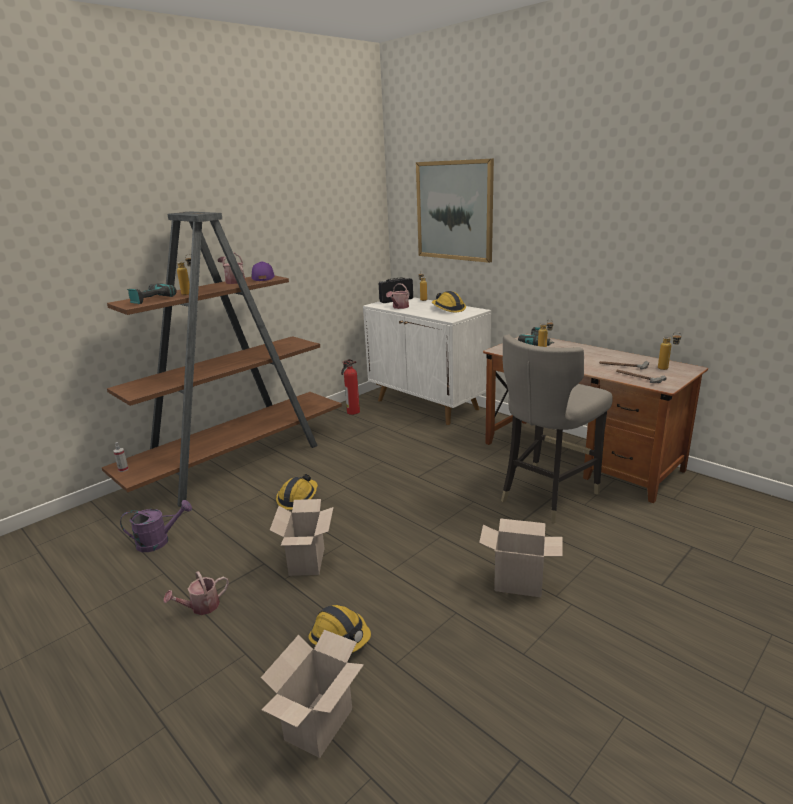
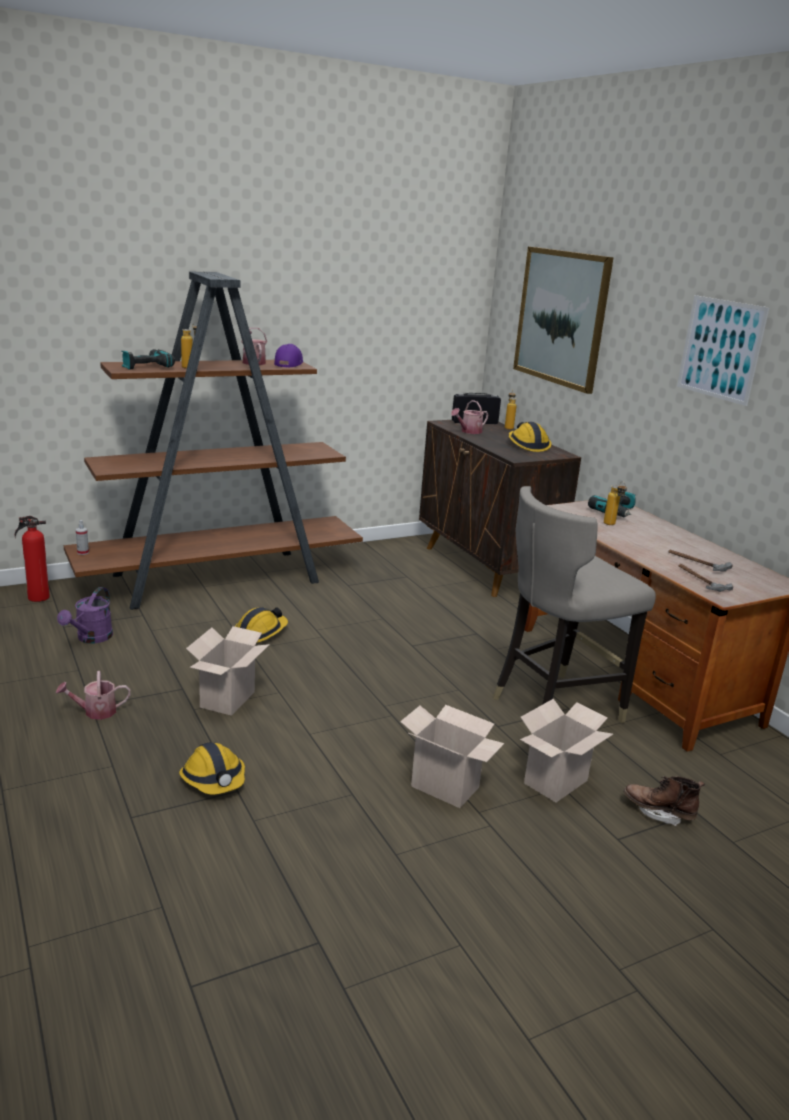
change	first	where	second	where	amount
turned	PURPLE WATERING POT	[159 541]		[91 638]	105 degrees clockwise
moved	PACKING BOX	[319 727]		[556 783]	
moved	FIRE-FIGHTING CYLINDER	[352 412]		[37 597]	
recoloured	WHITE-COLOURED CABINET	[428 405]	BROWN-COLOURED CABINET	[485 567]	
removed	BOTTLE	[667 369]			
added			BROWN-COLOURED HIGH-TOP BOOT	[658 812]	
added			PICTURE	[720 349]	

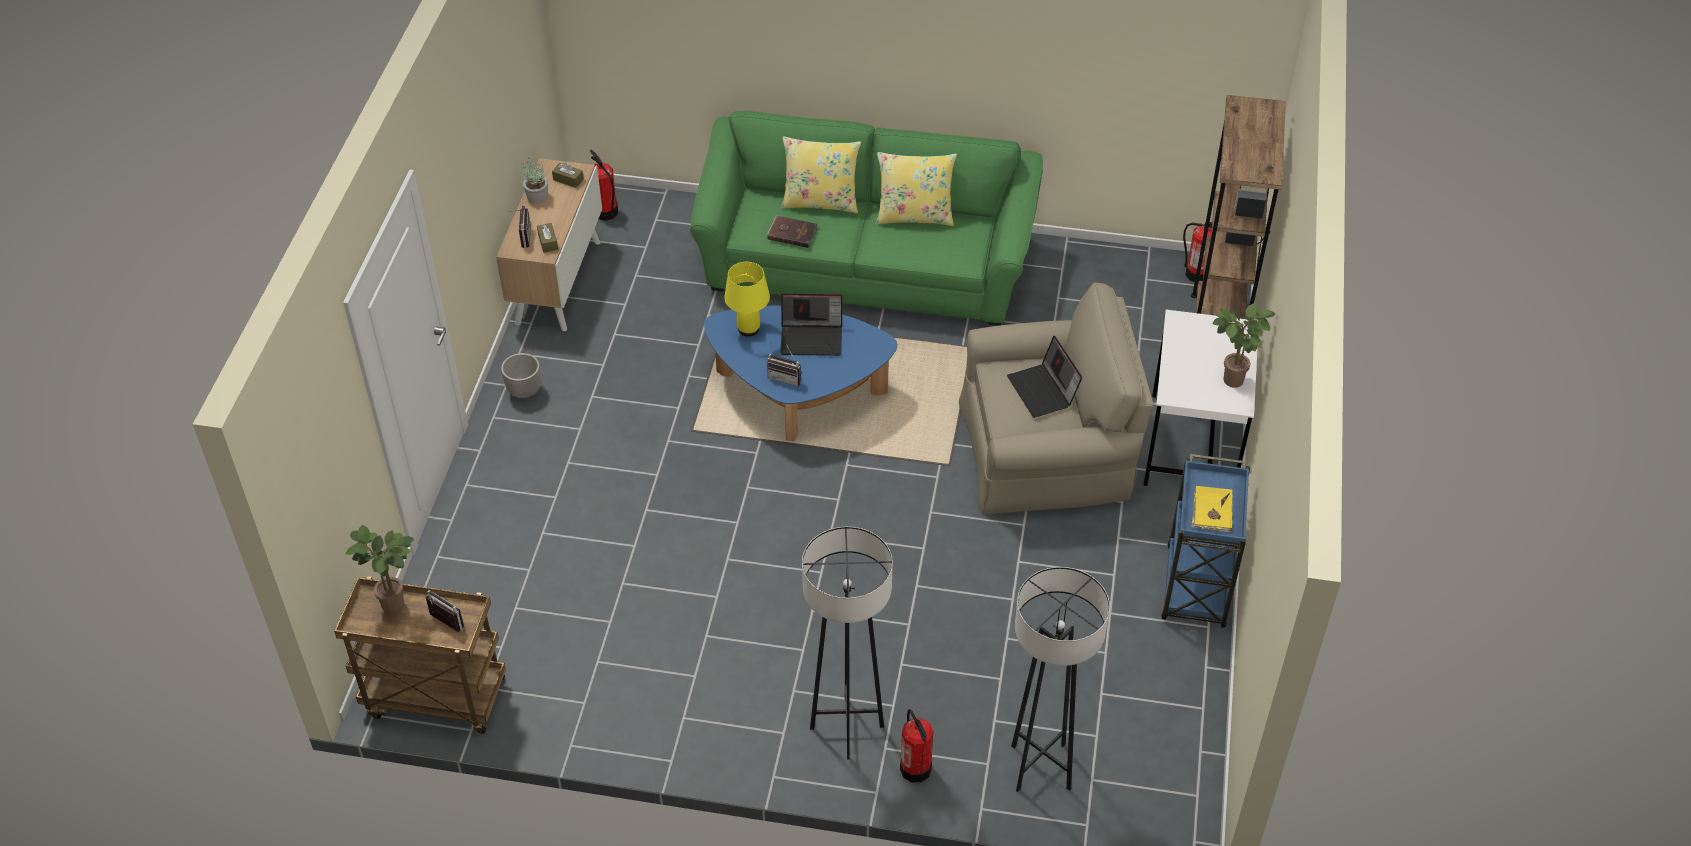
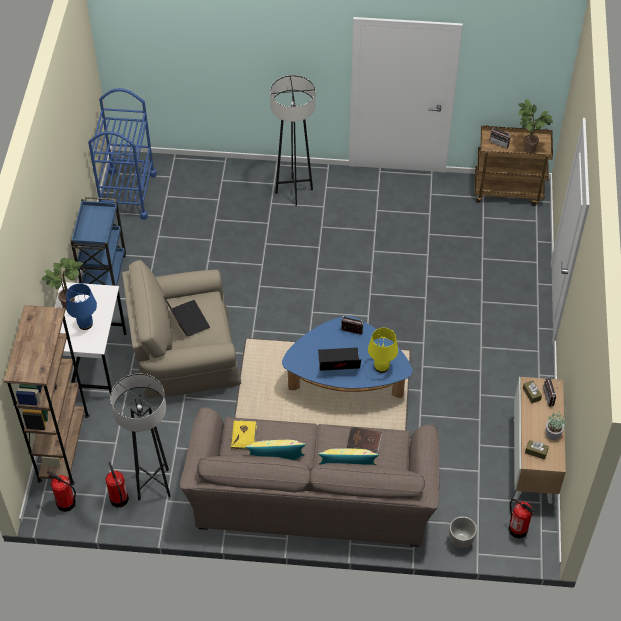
change	first	where	second	where	amount
moved	FLOWER POT	[525 391]		[460 540]	
recoloured	GREENISH SOFA	[865 264]	BROWN-COLOURED SOFA	[312 493]	
moved	FIRE-FIGHTING CYLINDER	[915 768]		[119 499]	
moved	BLACK-COLOURED FLOOR LAMP	[1040 767]		[153 485]	
moved	YELLOW BOUND BOOK	[1211 511]		[244 436]	
added			BLUE LAMP FOR A TABLE	[85 324]	
added			BLUE TROLLEY	[128 194]	

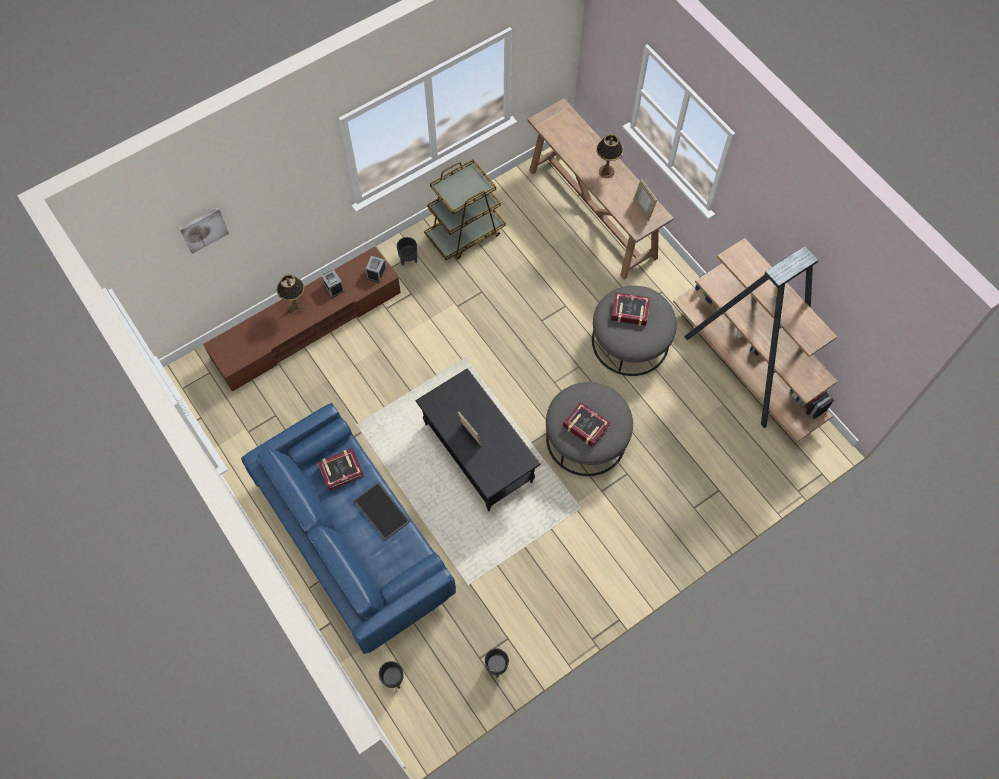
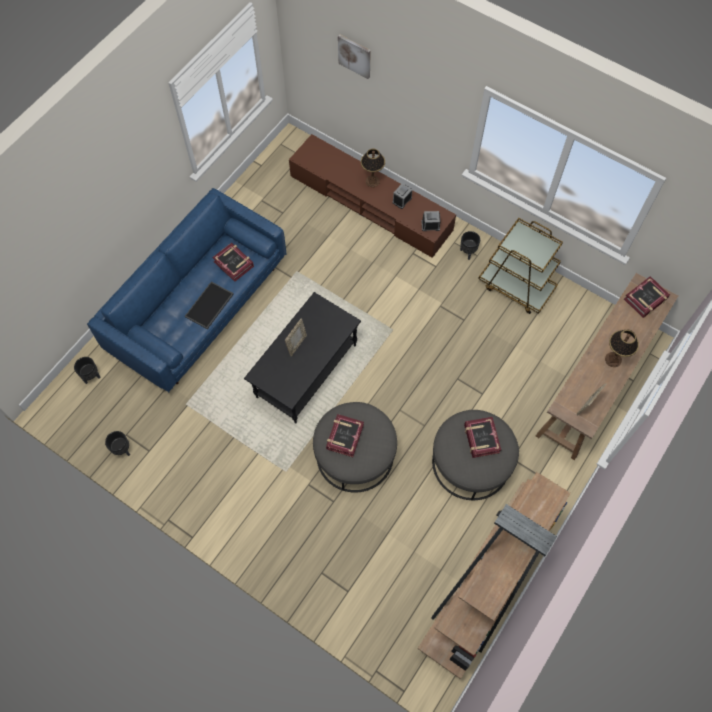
change	first	where	second	where	amount
added			BOUND BOOK	[645 299]	

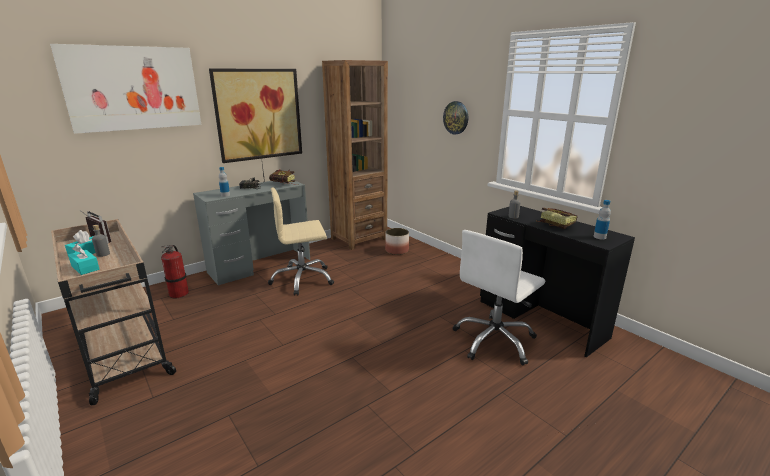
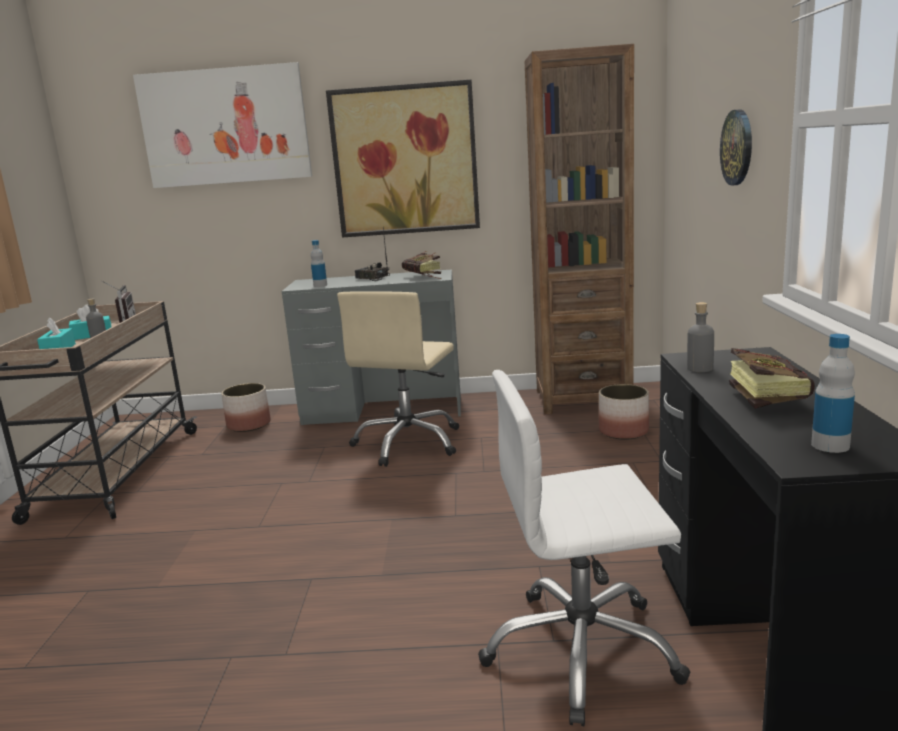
change	first	where	second	where	amount
replaced	FIRE-FIGHTING CYLINDER	[179 294]	FLOWER POT	[249 425]	
turned	BEIGE-COLOURED DESK CHAIR	[302 279]		[408 443]	90 degrees counterclockwise

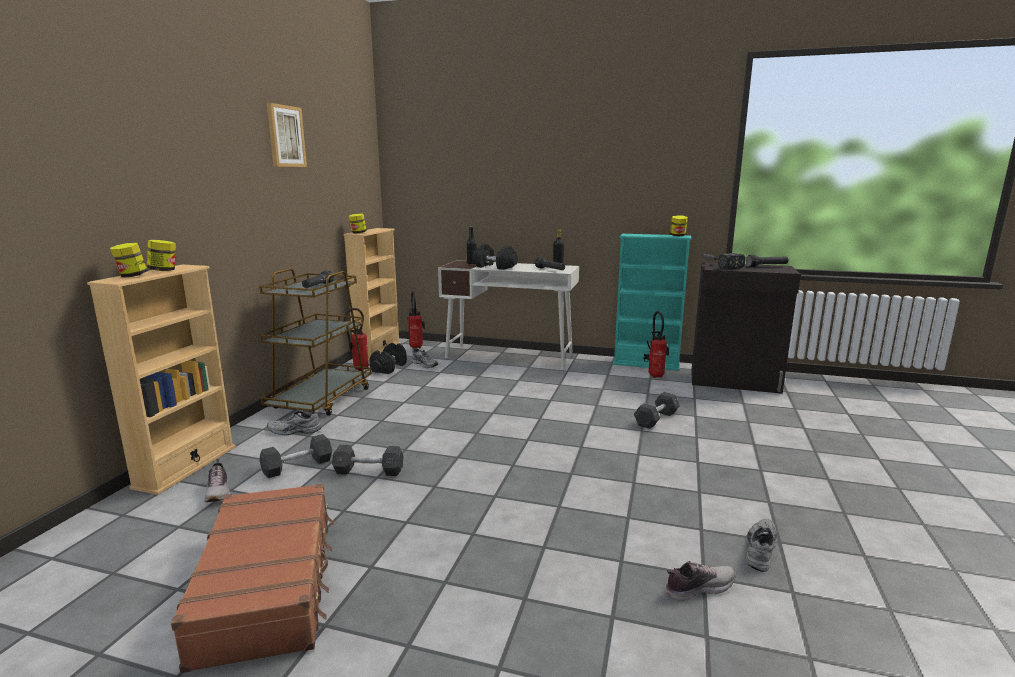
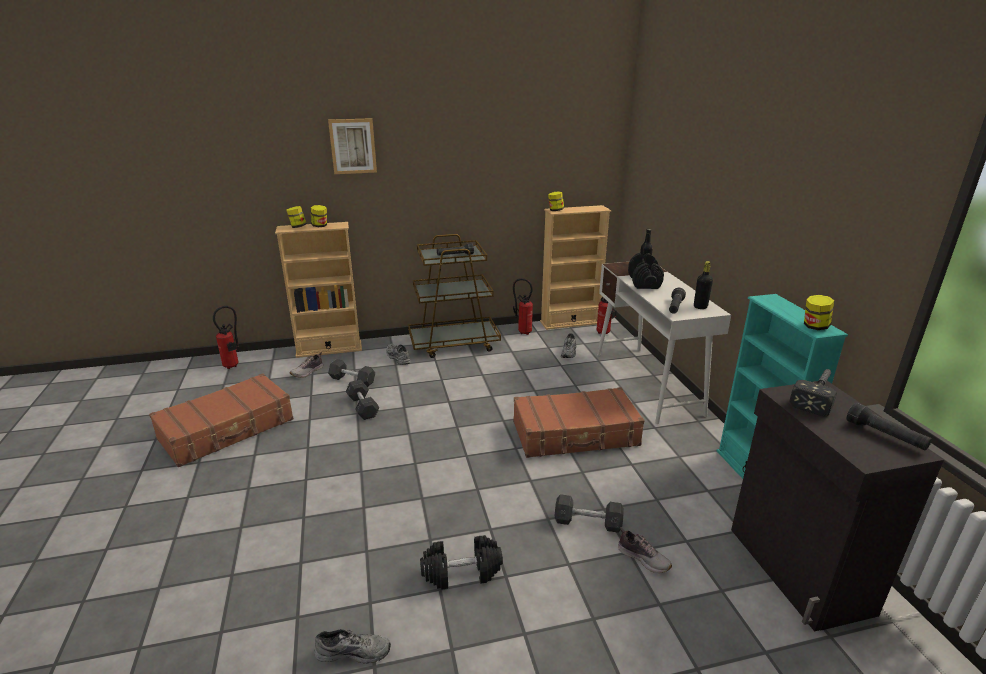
change	first	where	second	where	amount
moved	PICTURE	[285 136]		[353 146]	
moved	BLACK-COLOURED FREE WEIGHT	[389 368]		[461 573]	
moved	FIRE-FIGHTING CYLINDER	[655 375]		[234 365]	
moved	ITEM OF FOOTWEAR	[698 588]		[643 558]	
added			BROWN-COLOURED SUITCASE	[575 434]	

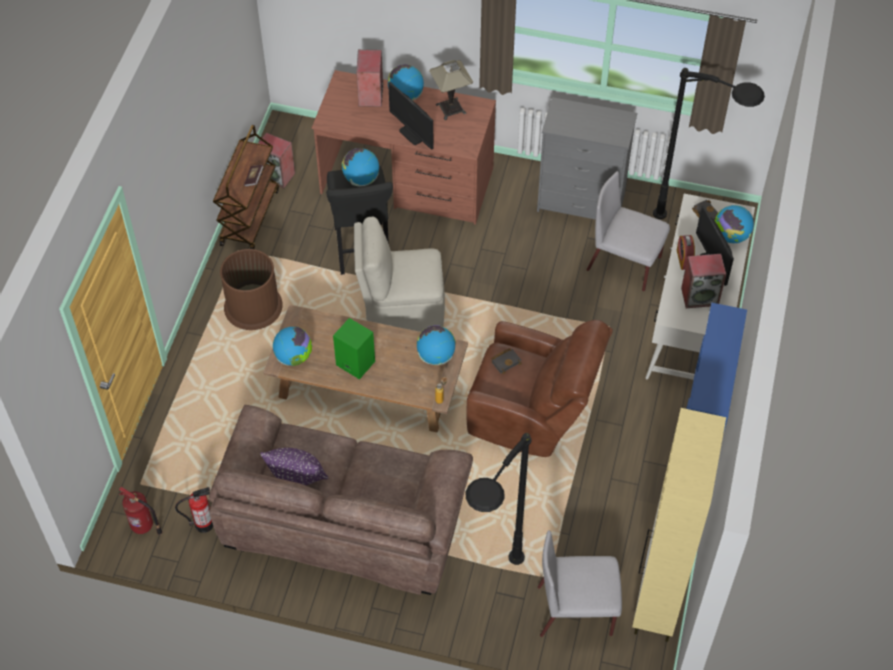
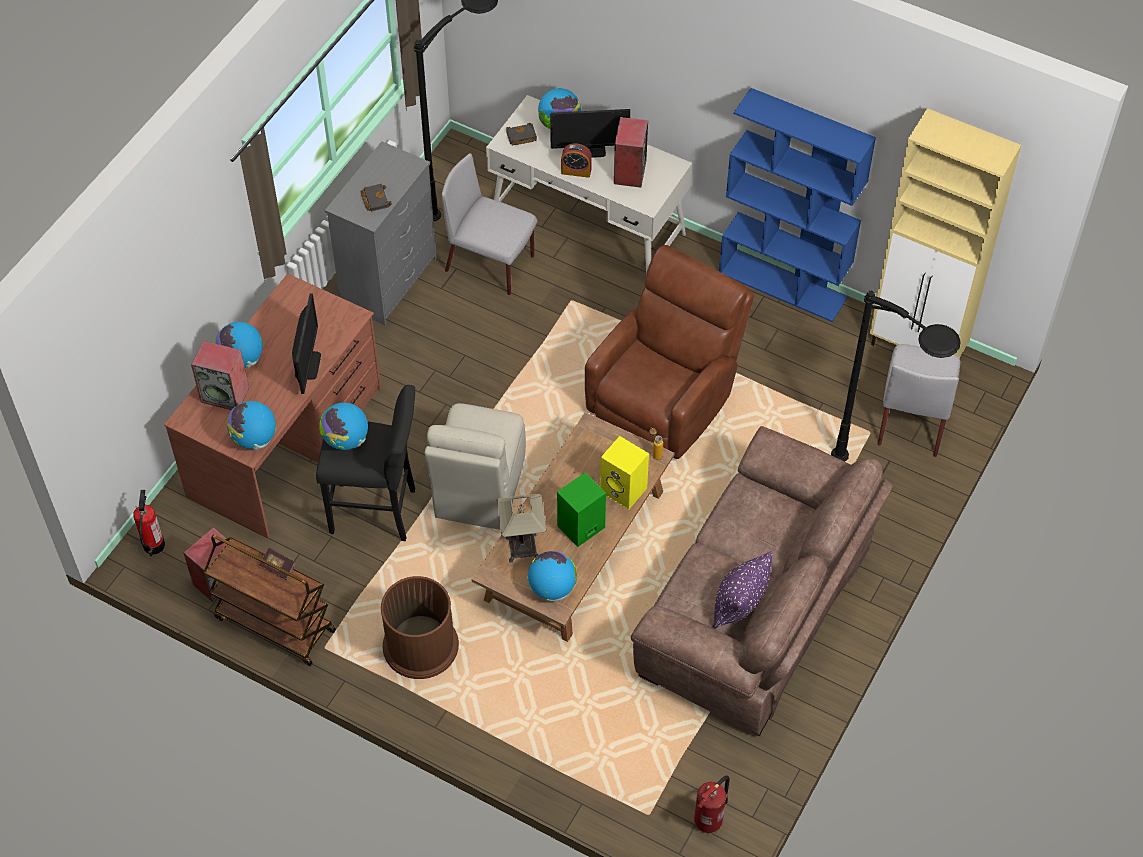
change	first	where	second	where	amount
moved	FIRE-FIGHTING CYLINDER	[204 524]		[153 545]	
turned	COMPUTER DISPLAY	[413 134]		[307 365]	60 degrees counterclockwise
moved	GLOBE	[436 356]		[254 438]	
moved	LAMP FOR A TABLE	[450 108]		[522 547]	
moved	BLACK-COLOURED BOUND BOOK	[506 361]		[374 199]	
turned	GREY CHAIR	[625 264]		[491 264]	75 degrees clockwise
added			YELLOW AUDIO SPEAKER	[625 490]	

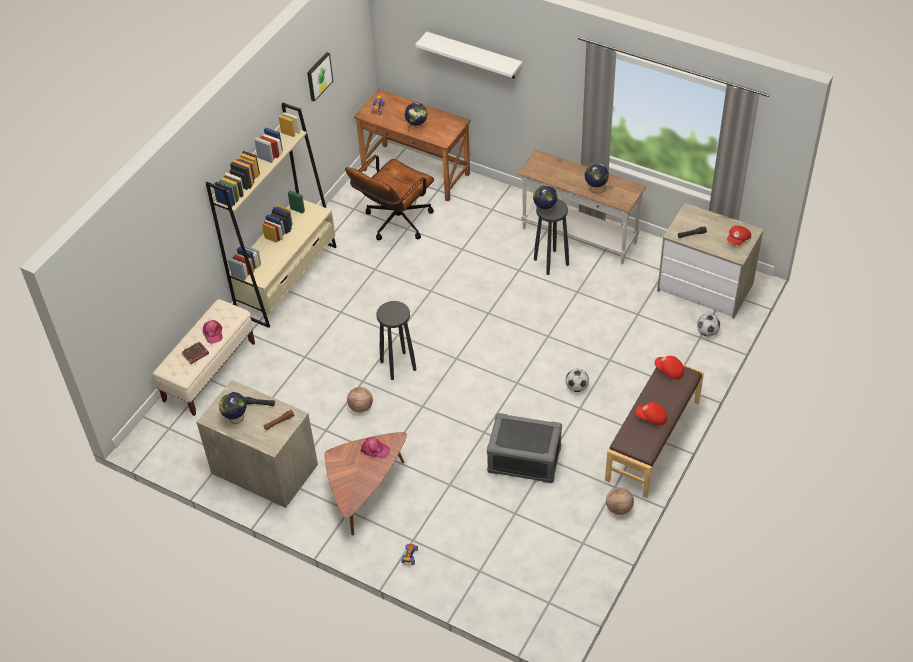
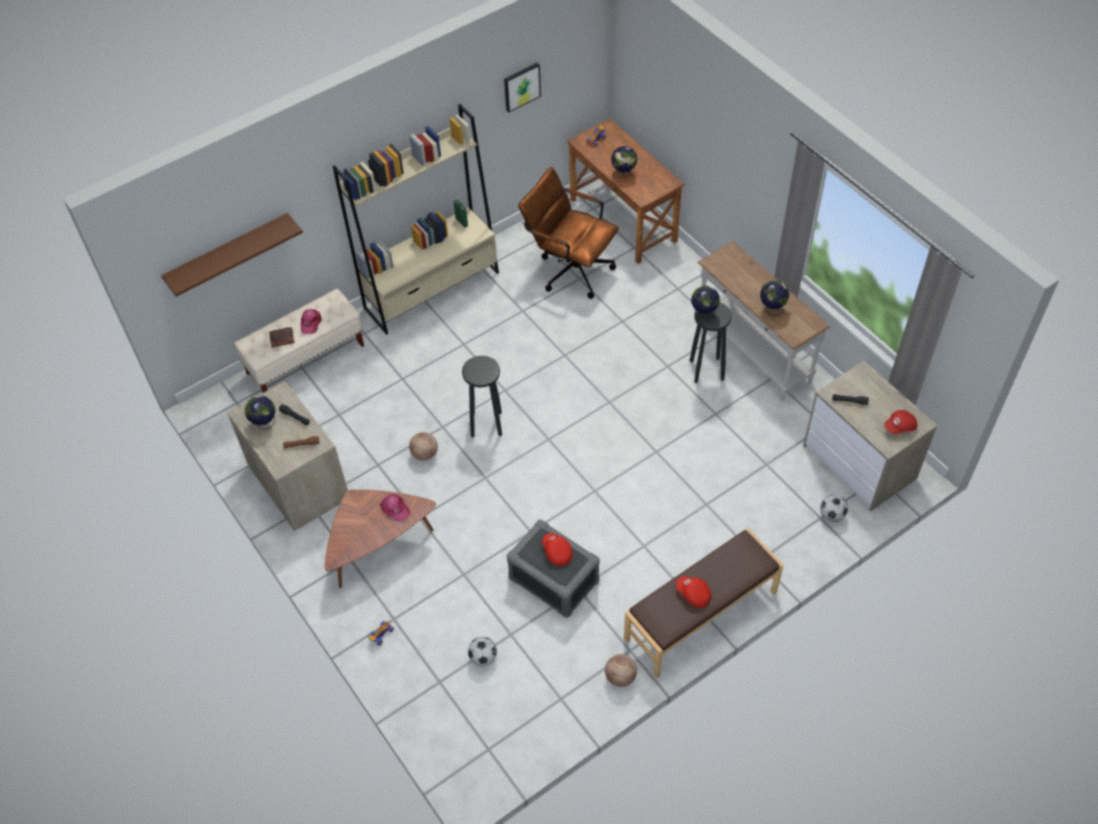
change	first	where	second	where	amount
turned	BROWN-COLOURED DESK CHAIR	[394 223]		[570 268]	60 degrees clockwise
removed	WHITE-COLOURED SHELF	[474 55]			
moved	FOOTBALL	[576 387]		[483 657]	
moved	REDDISH BASEBALL CAP	[669 371]		[556 552]	
added			BROWN-COLOURED SHELF	[228 253]	

